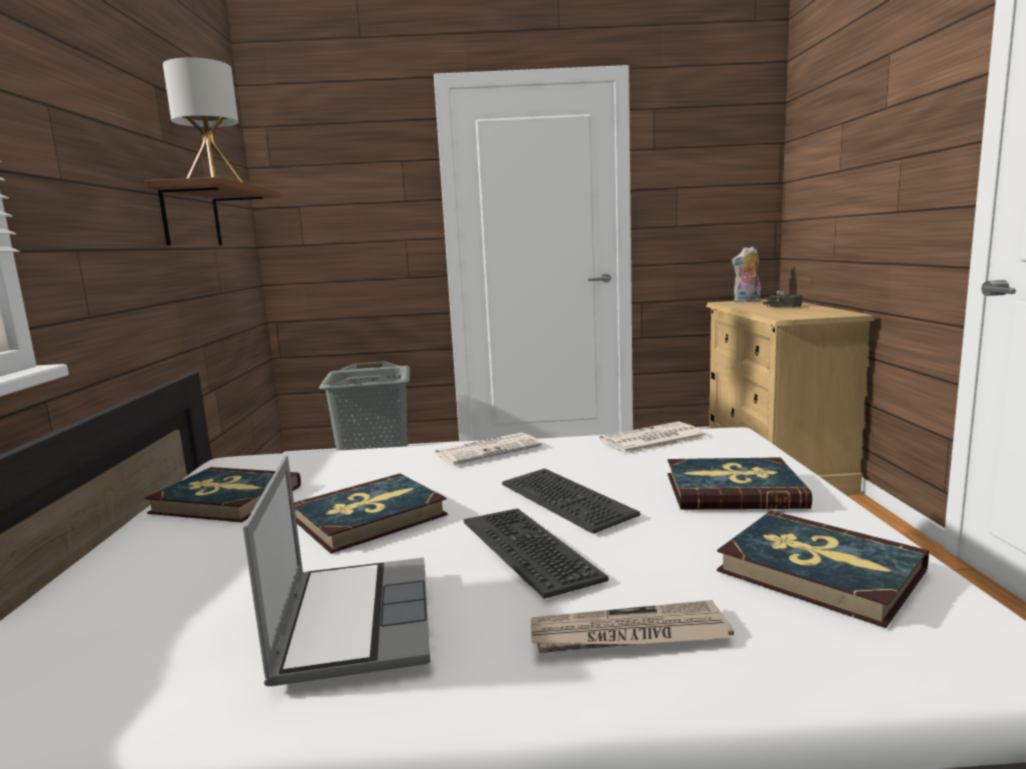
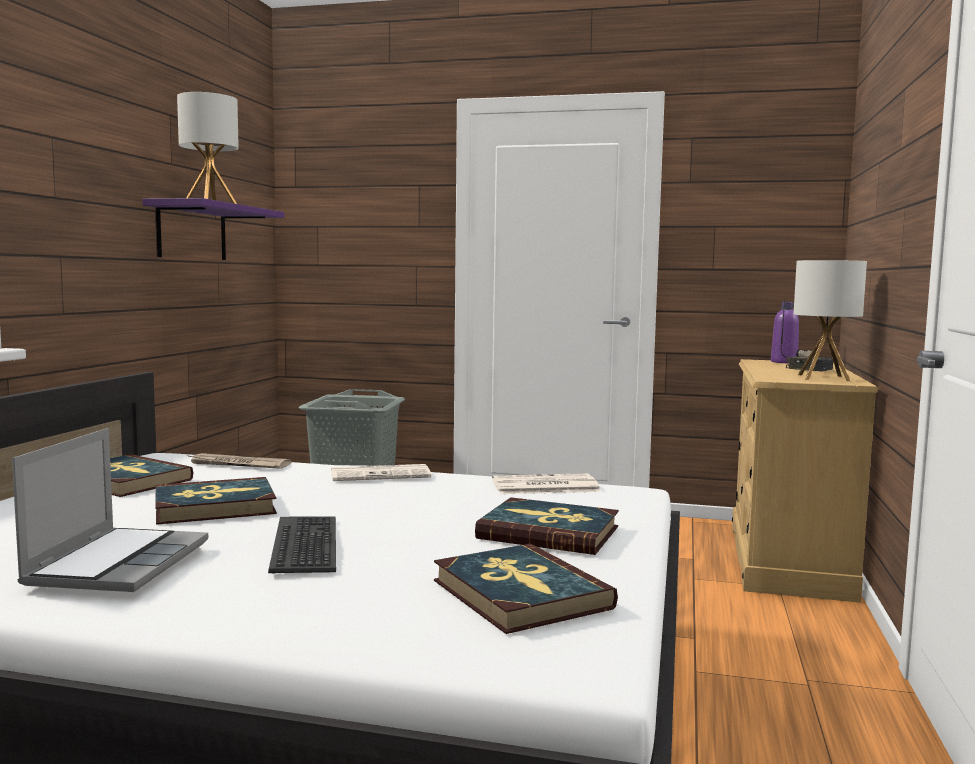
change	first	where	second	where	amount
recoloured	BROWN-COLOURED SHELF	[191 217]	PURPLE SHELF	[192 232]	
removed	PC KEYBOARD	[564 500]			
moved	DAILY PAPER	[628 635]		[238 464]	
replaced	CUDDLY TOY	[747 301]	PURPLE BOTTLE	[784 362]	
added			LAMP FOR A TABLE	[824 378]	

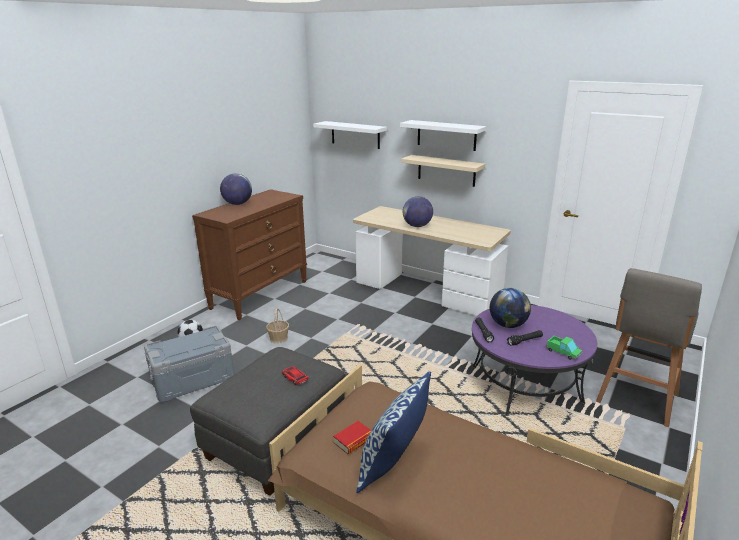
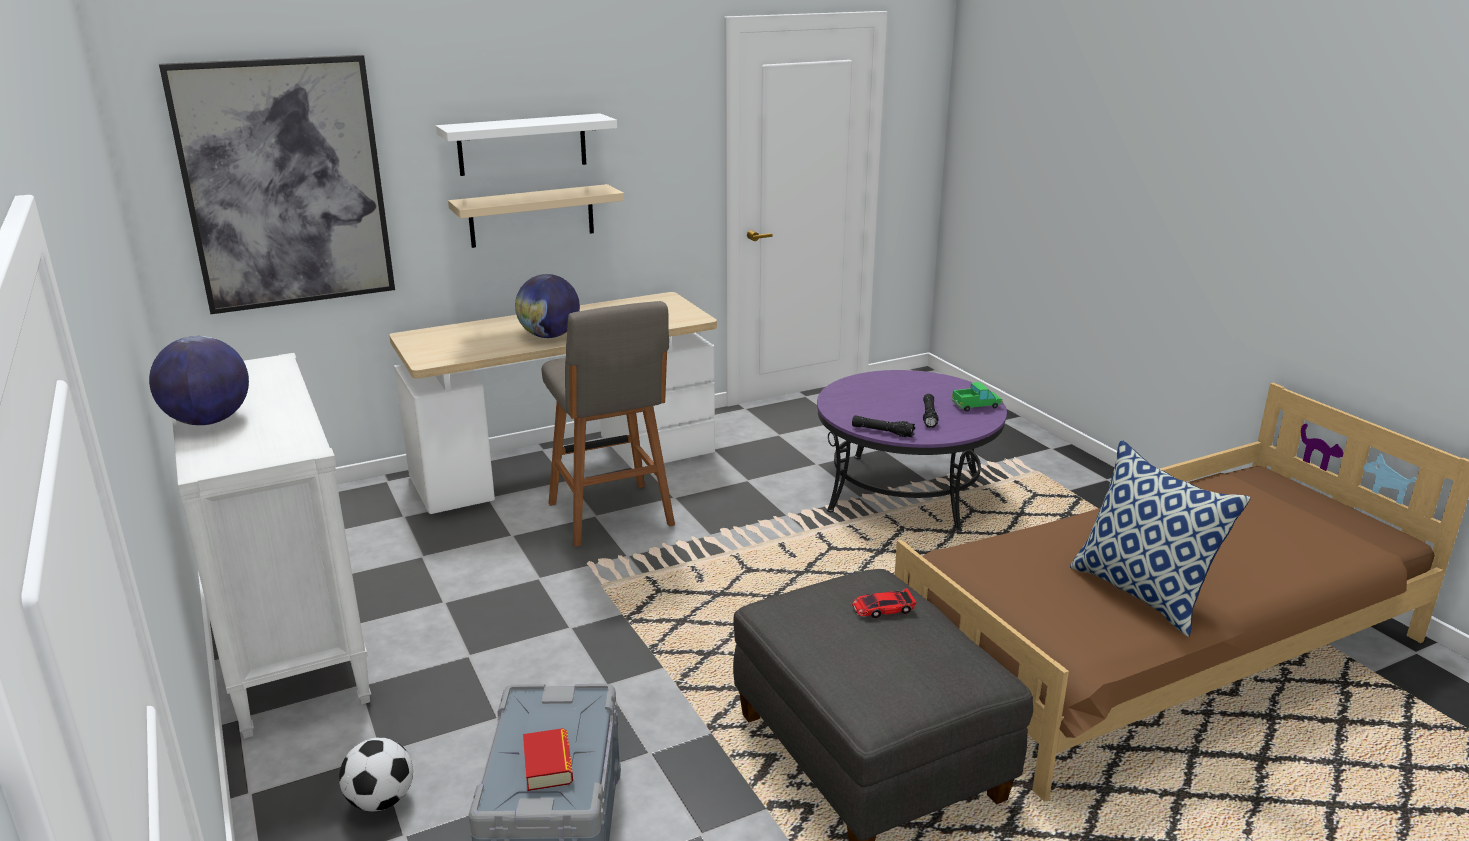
change	first	where	second	where	amount
recoloured	BROWN-COLOURED DRESSER	[260 294]	WHITE-COLOURED DRESSER	[289 642]	
removed	BASKET	[278 338]			
replaced	WHITE-COLOURED SHELF	[355 135]	PICTURE	[285 184]	
moved	BOUND BOOK	[353 441]		[548 765]	
removed	GLOBE	[507 325]			
moved	GREY SITTING STOOL	[636 399]		[612 516]	

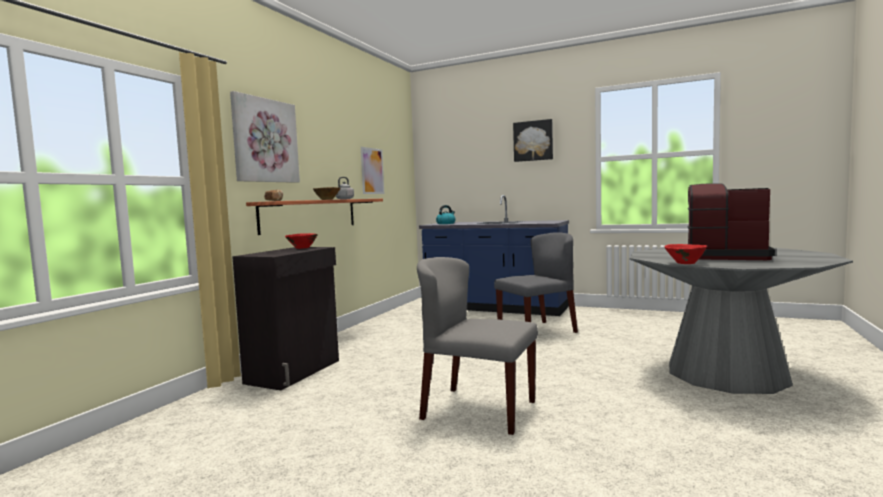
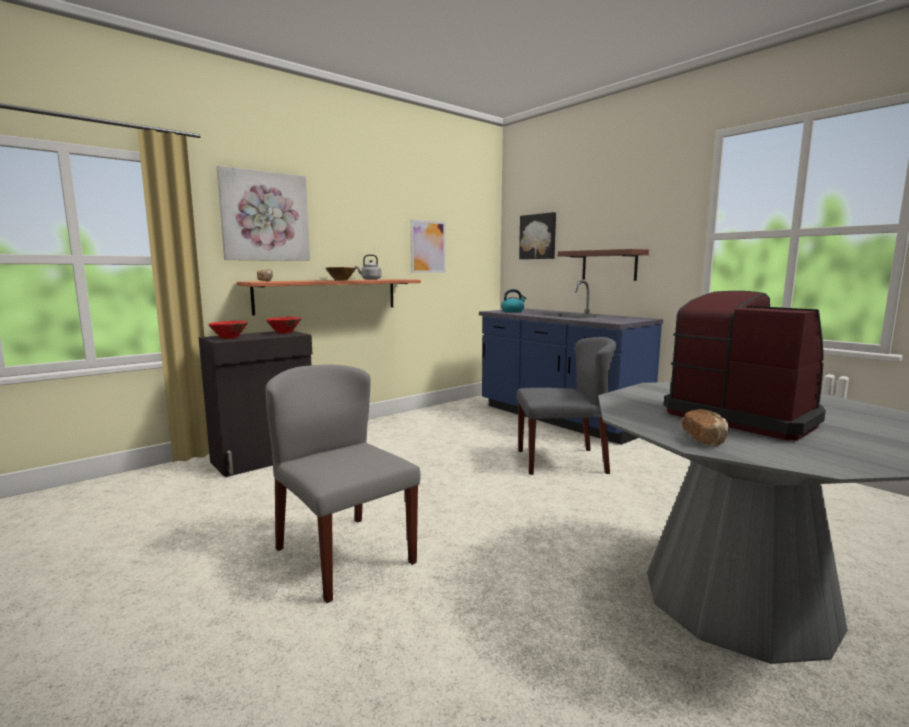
change	first	where	second	where	amount
moved	PICTURE	[533 141]		[538 236]	
moved	REDDISH DEEP DISH	[685 263]		[229 337]	
added			SHELF	[609 265]	
added			BAKED BREAD	[705 439]	

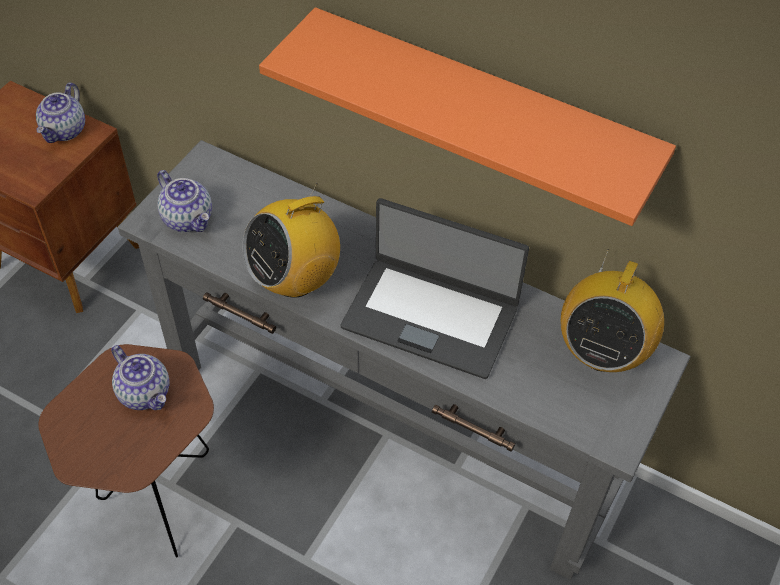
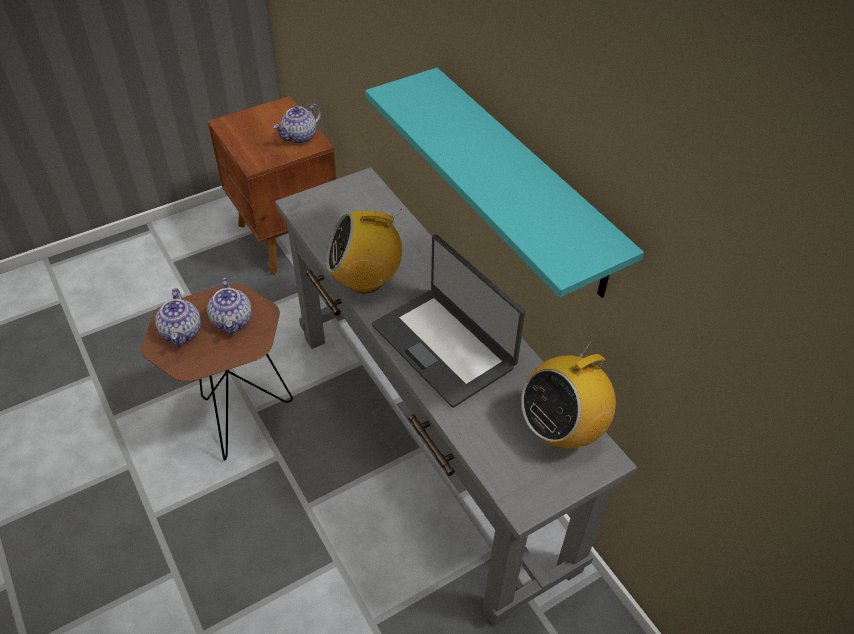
change	first	where	second	where	amount
moved	TEA POT	[188 218]		[182 332]	
recoloured	ORANGEY SHELF	[481 109]	BLUE-GREEN SHELF	[524 182]	

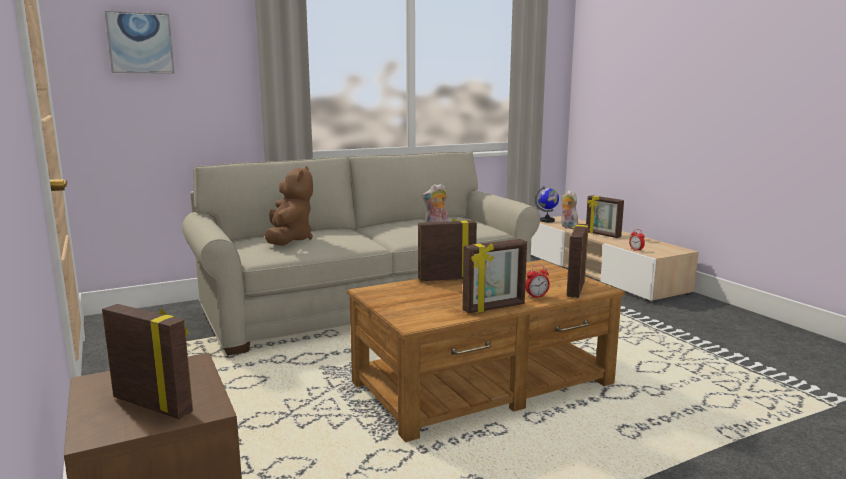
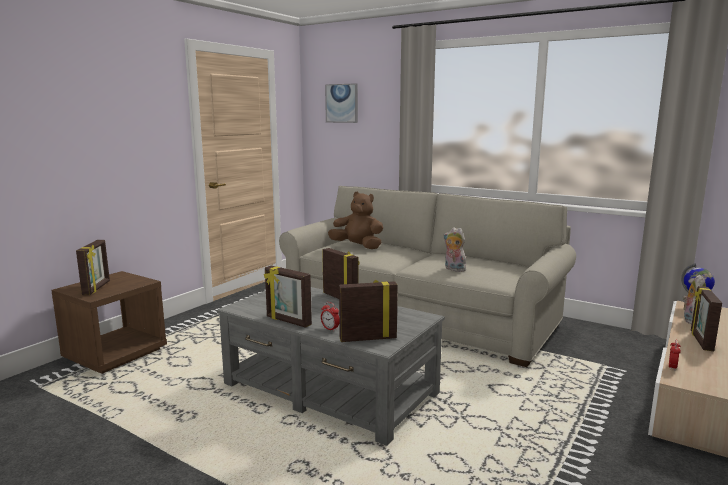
change	first	where	second	where	amount
turned	BROWN-COLOURED CUDDLY TOY	[289 240]		[358 246]	120 degrees counterclockwise
recoloured	BROWN-COLOURED COFFEE TABLE	[484 384]	GREY COFFEE TABLE	[330 389]	

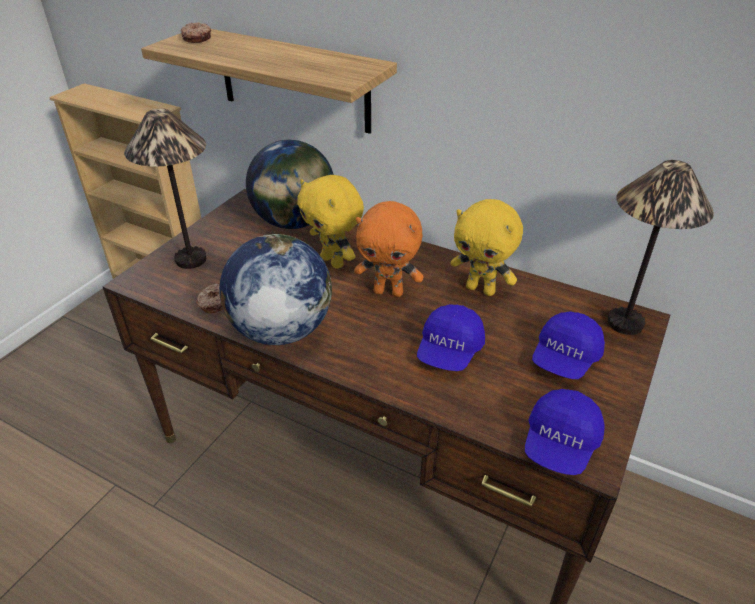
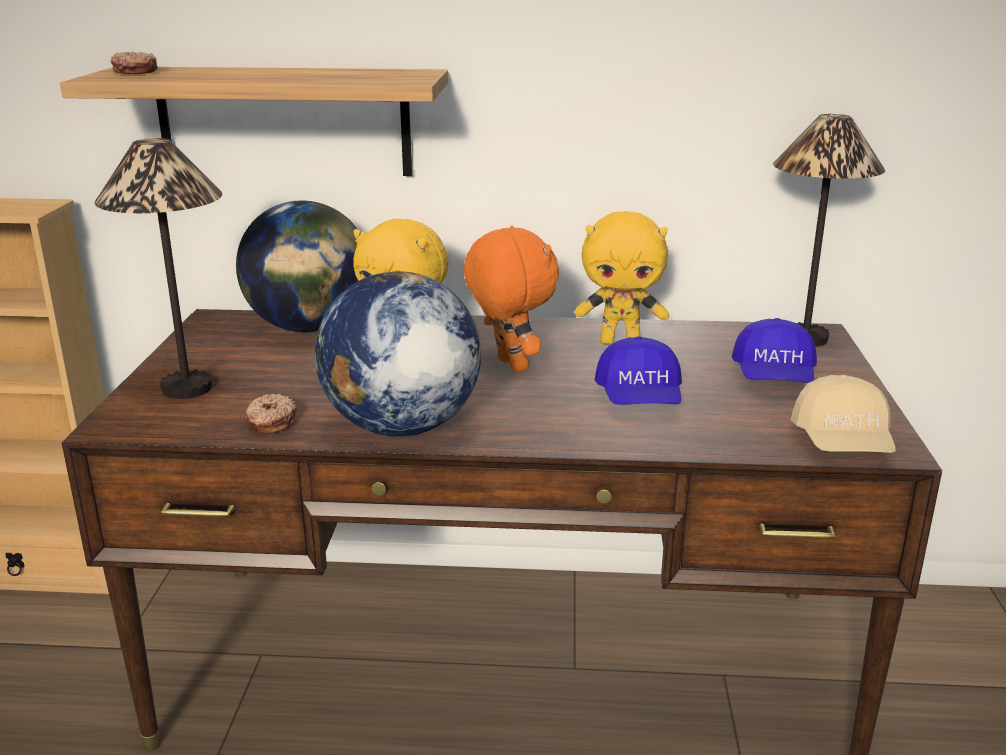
change	first	where	second	where	amount
turned	ORANGEY CUDDLY TOY	[389 292]		[509 365]	105 degrees counterclockwise
recoloured	BLUE BASEBALL CAP	[560 444]	BEIGE-COLOURED BASEBALL CAP	[842 444]	

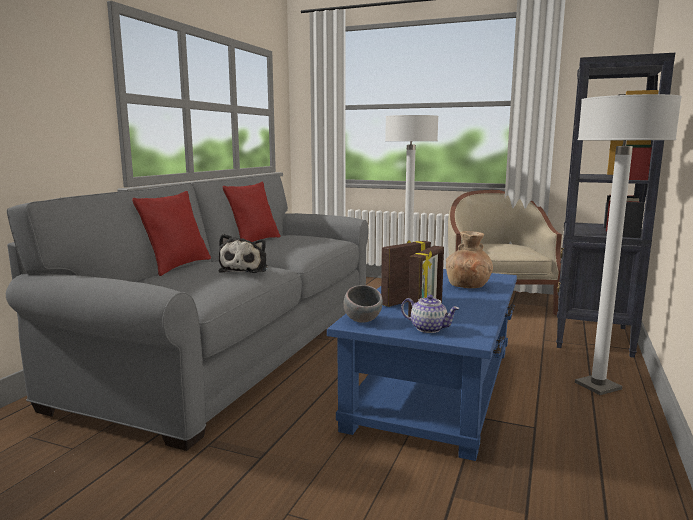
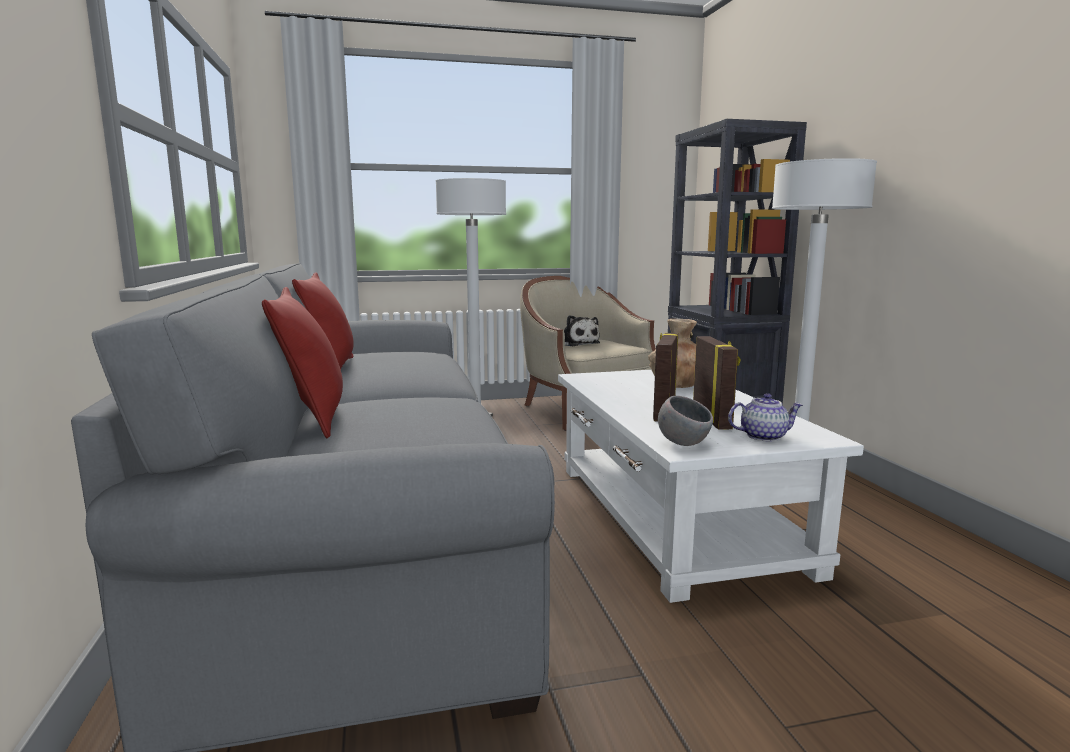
change	first	where	second	where	amount
moved	CUDDLY TOY	[245 269]		[577 343]	
recoloured	BLUE COFFEE TABLE	[435 386]	WHITE-COLOURED COFFEE TABLE	[674 515]	

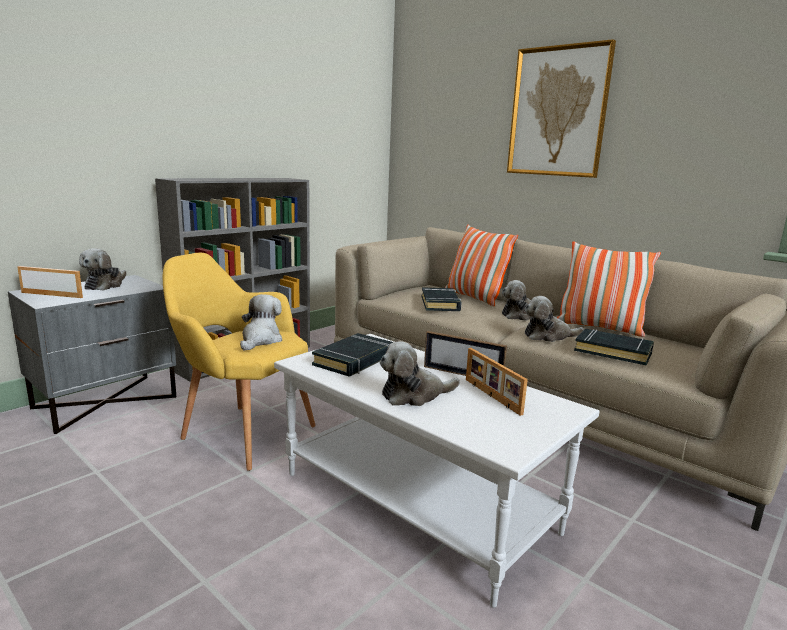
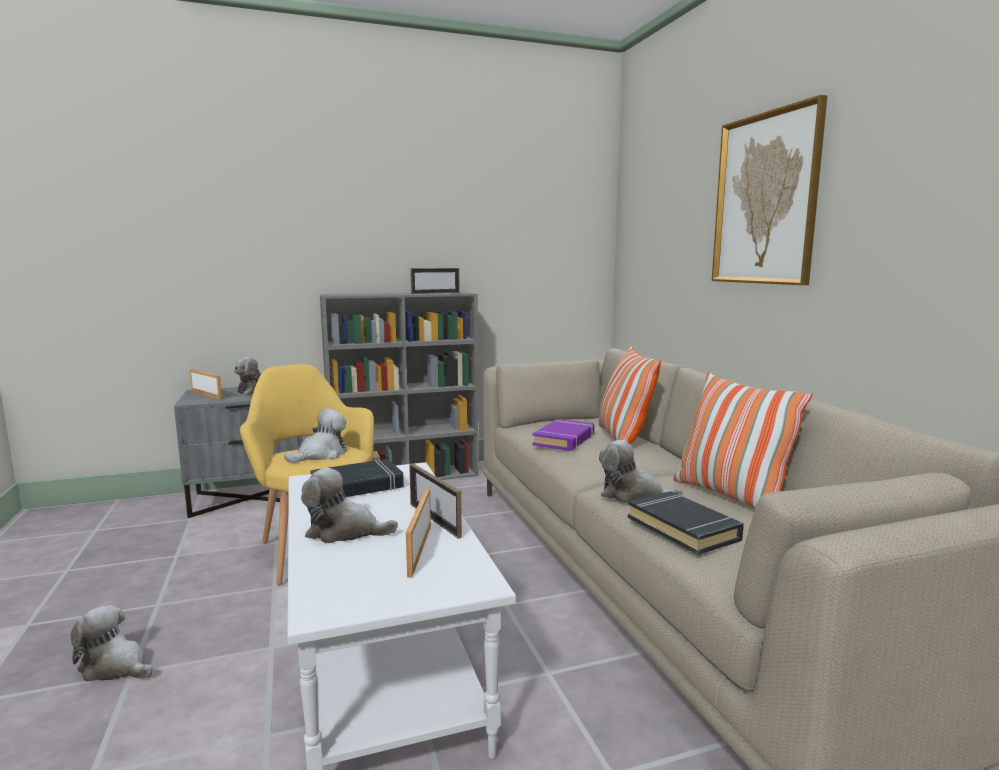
change	first	where	second	where	amount
recoloured	BLACK-COLOURED BOUND BOOK	[440 303]	PURPLE BOUND BOOK	[564 440]	
moved	CUDDLY TOY	[522 316]		[115 666]	
added			STANDING FRAME	[435 293]	

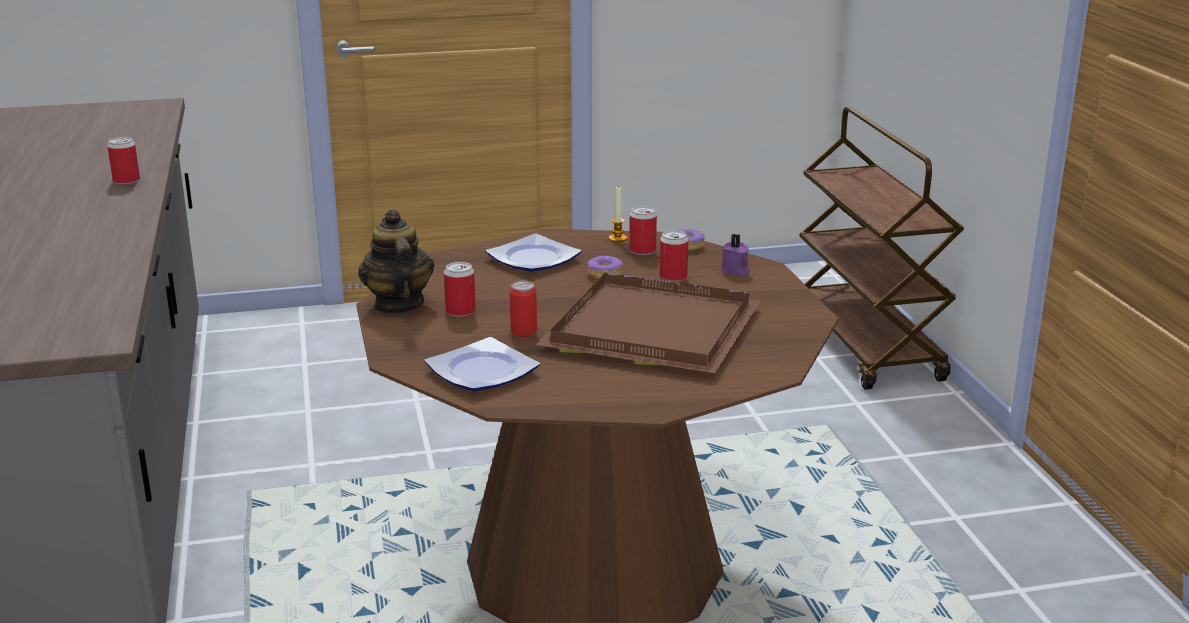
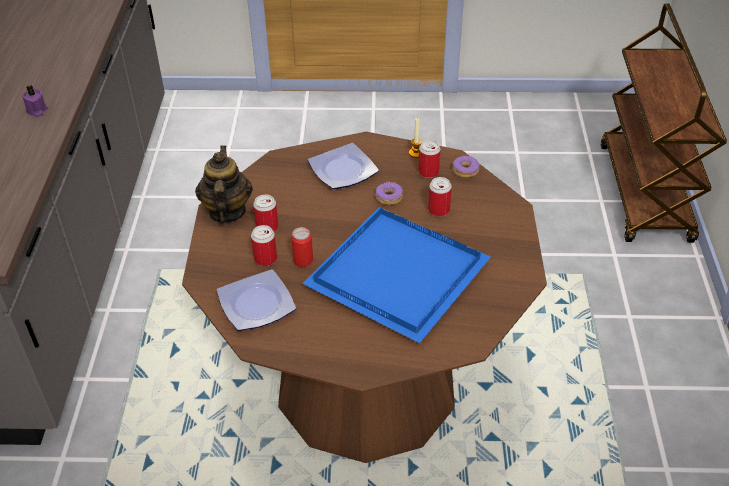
change	first	where	second	where	amount
moved	CAN	[126 181]		[265 259]	
recoloured	BROWN-COLOURED TRAY	[648 330]	BLUE TRAY	[394 275]	
moved	PURPLE WAX CANDLE	[735 271]		[36 111]	

